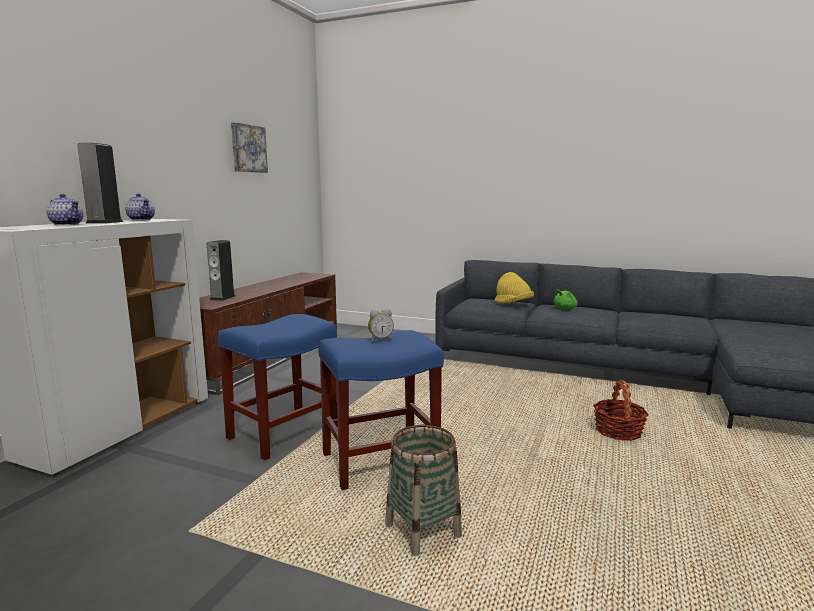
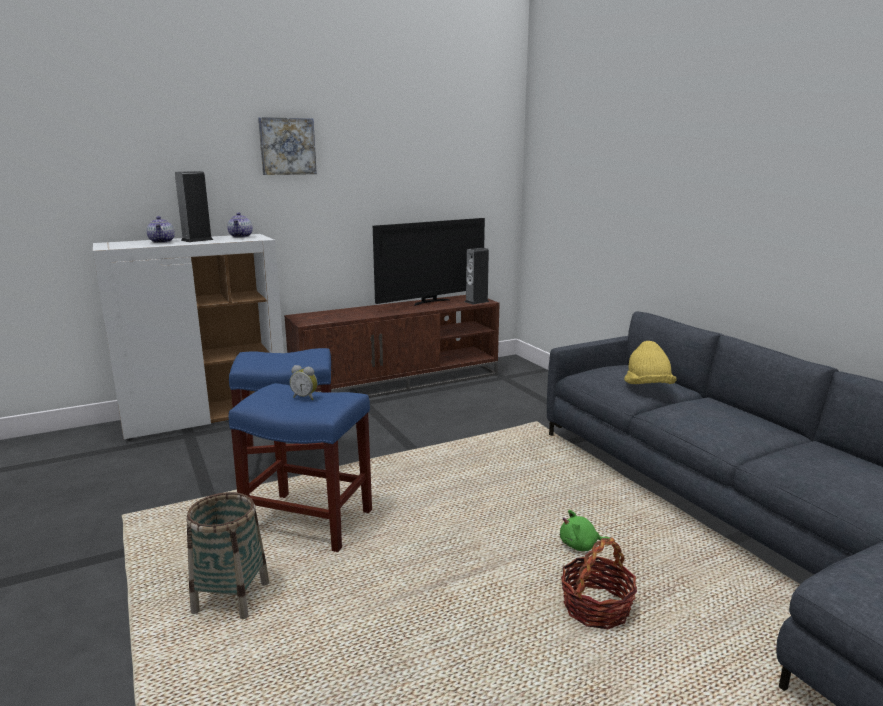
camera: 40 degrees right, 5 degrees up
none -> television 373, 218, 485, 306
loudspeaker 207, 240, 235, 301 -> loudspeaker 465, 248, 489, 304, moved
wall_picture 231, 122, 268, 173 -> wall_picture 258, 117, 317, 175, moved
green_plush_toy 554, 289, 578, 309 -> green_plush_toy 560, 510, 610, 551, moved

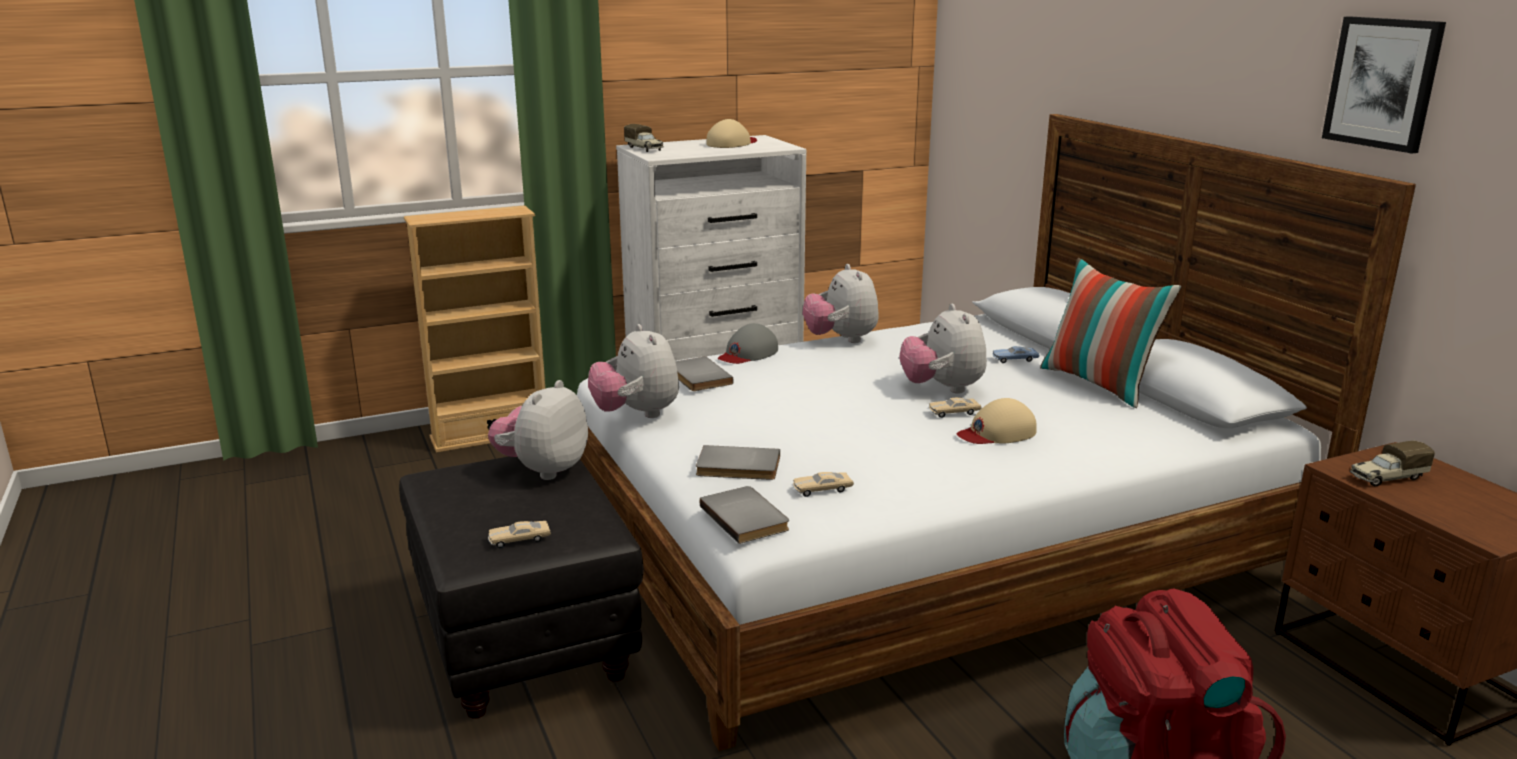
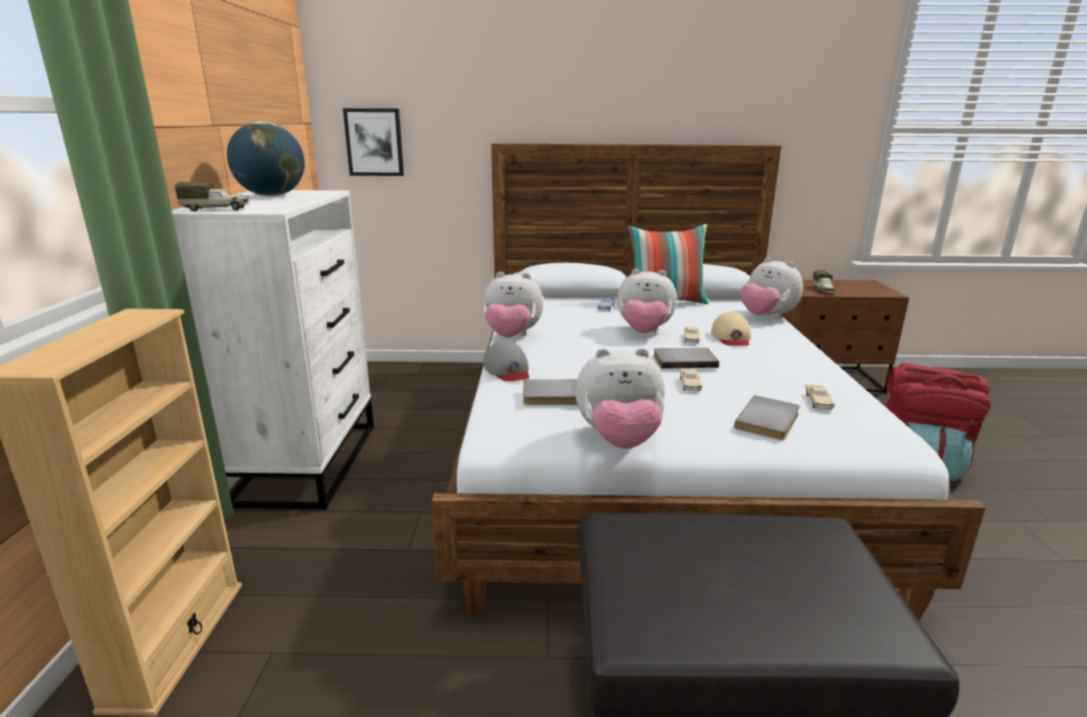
camera: 65 degrees left, 0 degrees up
plush_toy 488, 380, 588, 480 -> plush_toy 740, 257, 803, 318, moved
sand-coloured_miniature_car 488, 521, 551, 548 -> sand-coloured_miniature_car 680, 368, 702, 391, moved
greyish_bound_book 699, 486, 789, 544 -> greyish_bound_book 653, 348, 719, 369, moved
wall_picture 1322, 16, 1446, 153 -> wall_picture 343, 108, 404, 176, moved
sand-coloured_cap 706, 119, 757, 148 -> desk_globe 227, 122, 305, 196

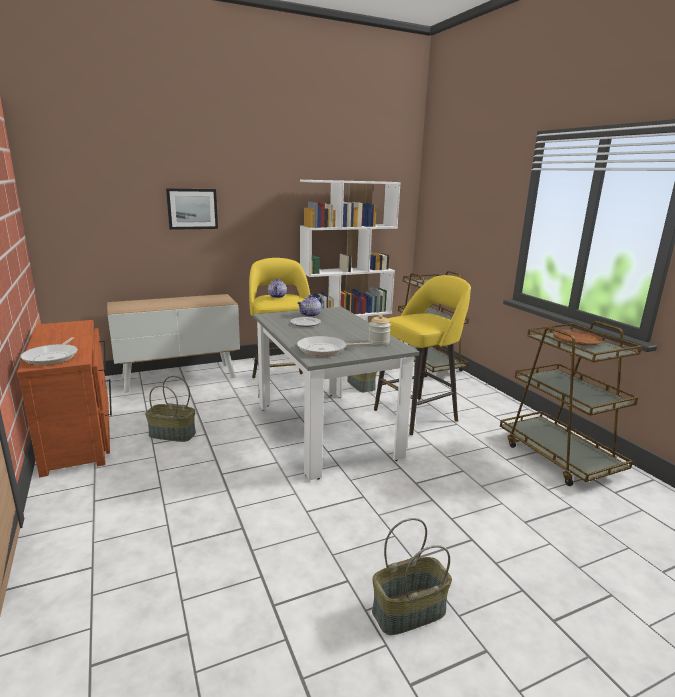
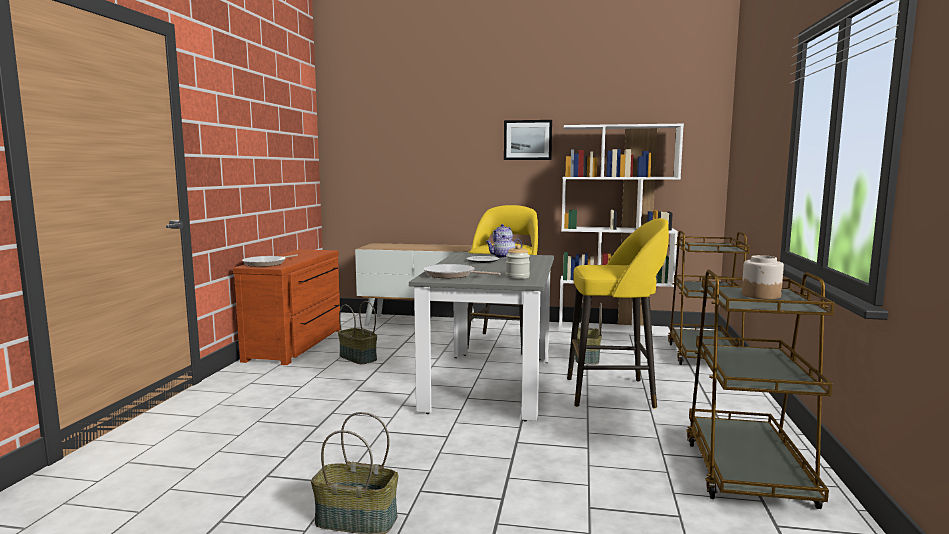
camera: 35 degrees right, 10 degrees down
wall_picture 166, 188, 218, 230 -> wall_picture 504, 120, 552, 160, moved
brown_plate 553, 329, 603, 345 -> storage_jar 742, 255, 784, 299

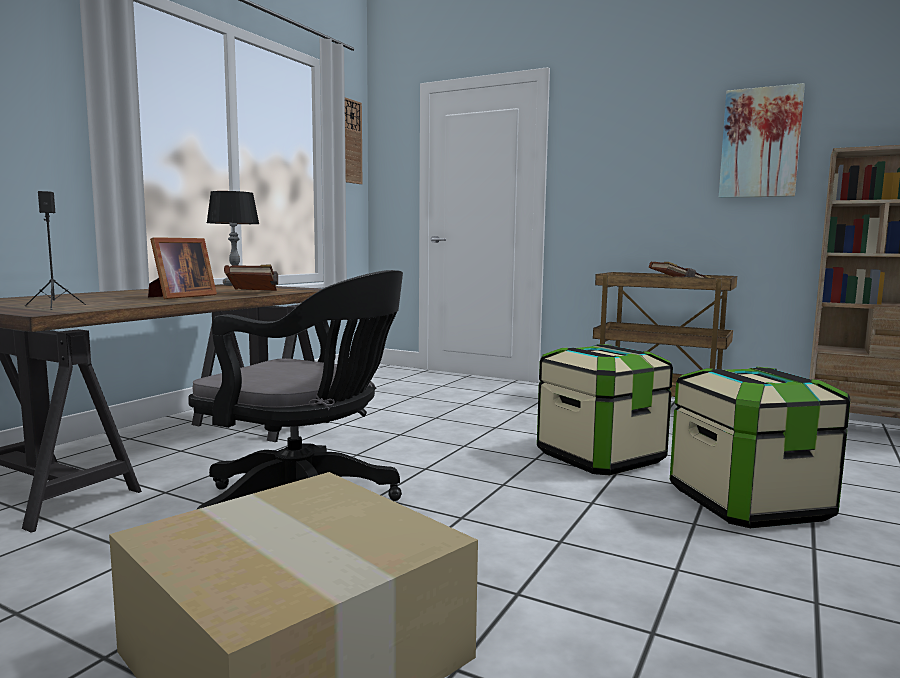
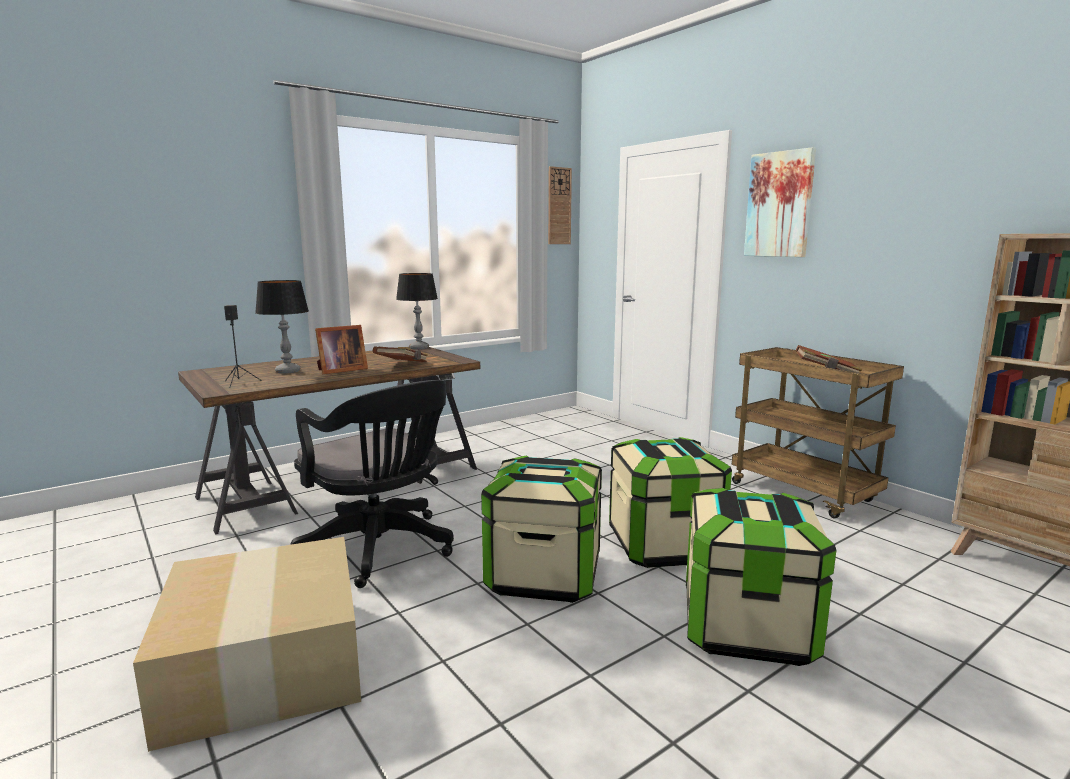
camera: 25 degrees right, 5 degrees up
none -> table_lamp 255, 280, 309, 374
none -> storage_container 481, 456, 602, 603
wall_picture 719, 83, 805, 198 -> wall_picture 744, 147, 816, 257, moved

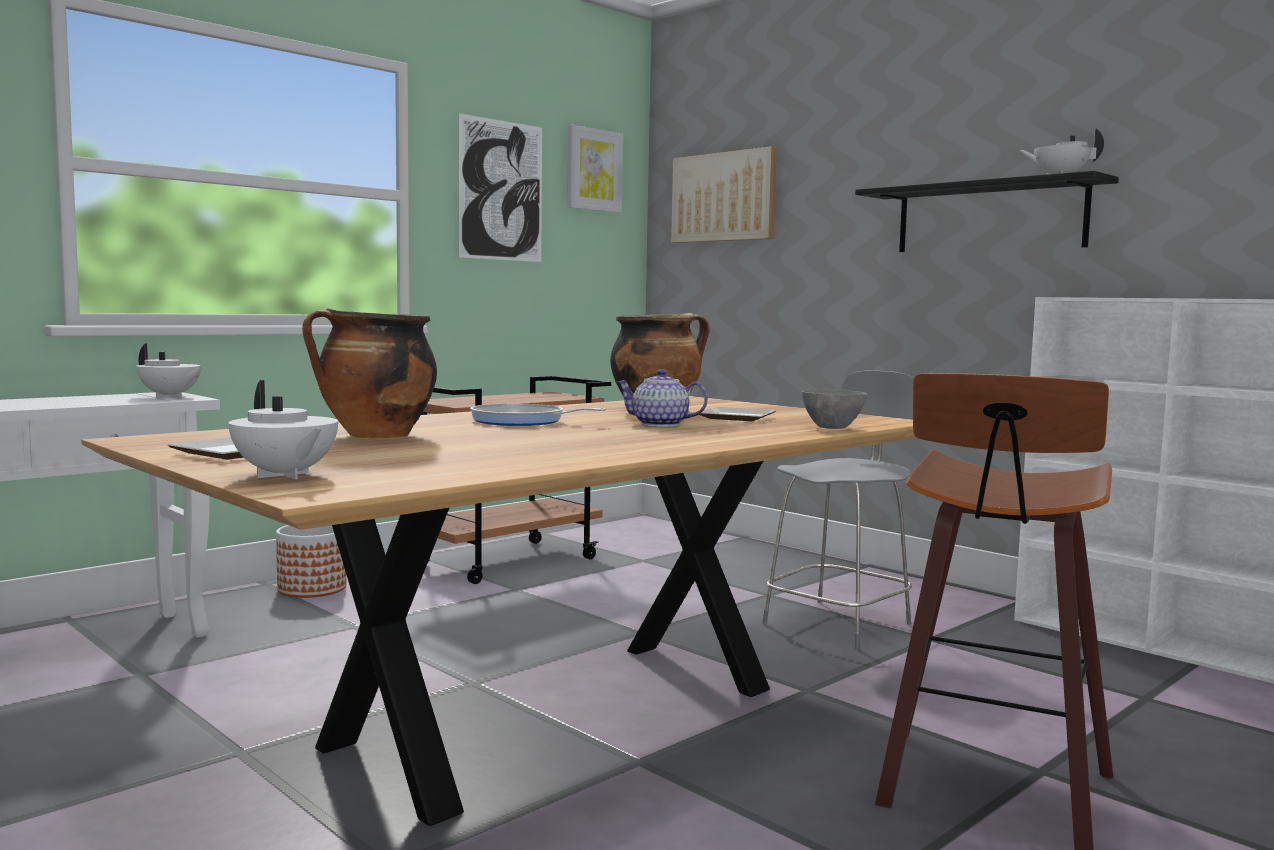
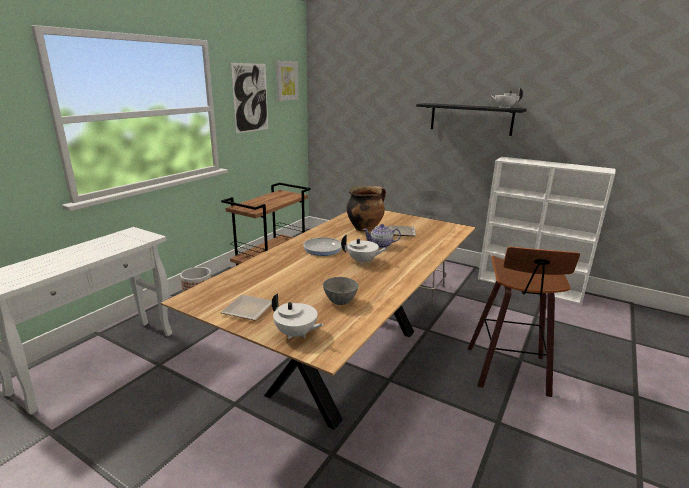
camera: 15 degrees left, 15 degrees up
saucepot 302, 308, 437, 438 -> none
wall_picture 671, 146, 777, 243 -> none
whitish_pot_for_tea 136, 343, 203, 398 -> whitish_pot_for_tea 341, 234, 388, 265, moved
greyish_deep_dish 801, 389, 867, 429 -> greyish_deep_dish 323, 277, 359, 305, moved

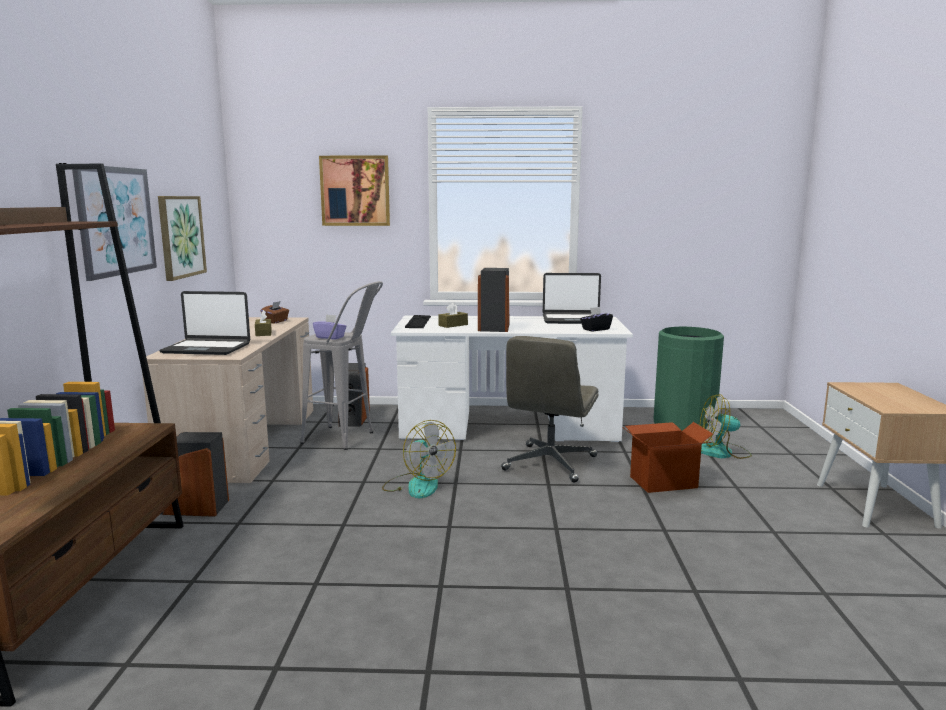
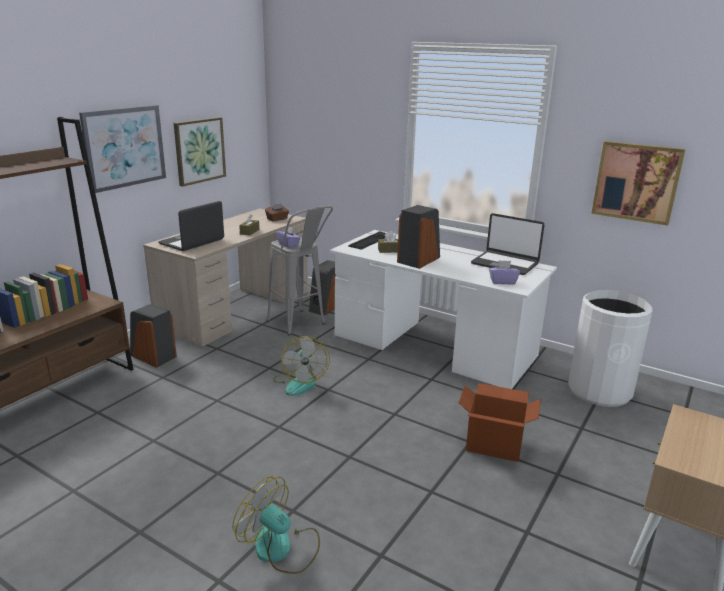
camera: 30 degrees right, 10 degrees up
greyish_desk_chair 501, 336, 599, 483 -> none
wall_picture 319, 156, 390, 226 -> wall_picture 591, 141, 685, 226, moved
electric_fan 700, 394, 752, 459 -> electric_fan 232, 476, 320, 574, moved
black-coloured_tissue_holder 580, 307, 613, 331 -> purple-coloured_tissue_holder 489, 260, 520, 284
green_trash_can 654, 327, 724, 432 -> whitish_trash_can 568, 290, 652, 407
notebook_computer 159, 291, 250, 355 -> notebook_computer 158, 201, 224, 251, 90 degrees clockwise

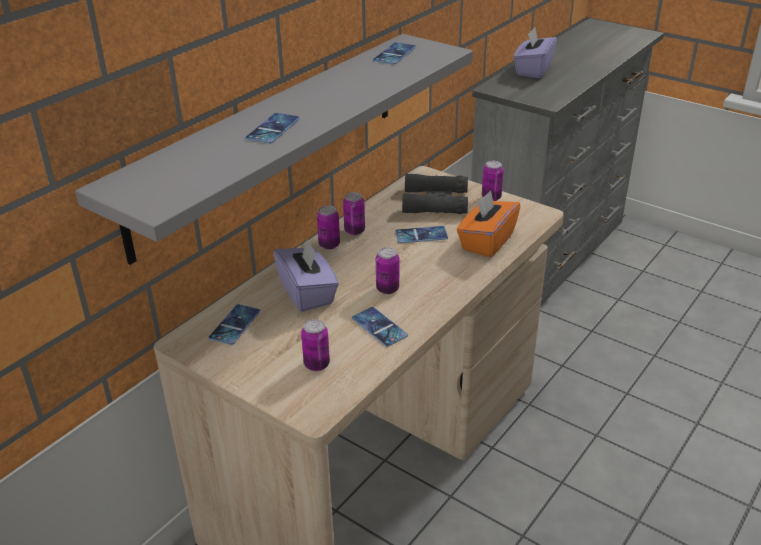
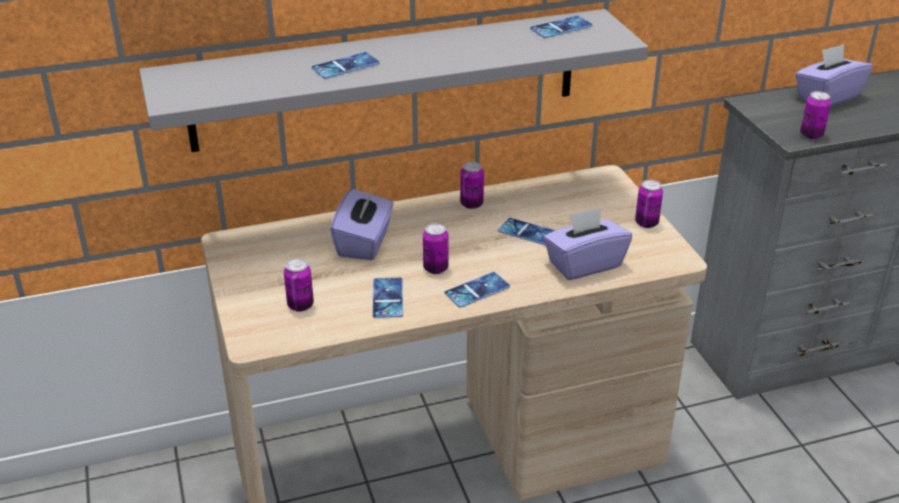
camera: 35 degrees right, 0 degrees up
black-coloured_pair_of_binoculars 402, 174, 468, 214 -> none
phone 209, 304, 260, 345 -> phone 445, 272, 510, 308, moved
metal_can 317, 206, 340, 250 -> metal_can 800, 91, 831, 139, moved
orange-coloured_tissue_holder 457, 190, 520, 257 -> purple-coloured_tissue_holder 543, 207, 632, 280

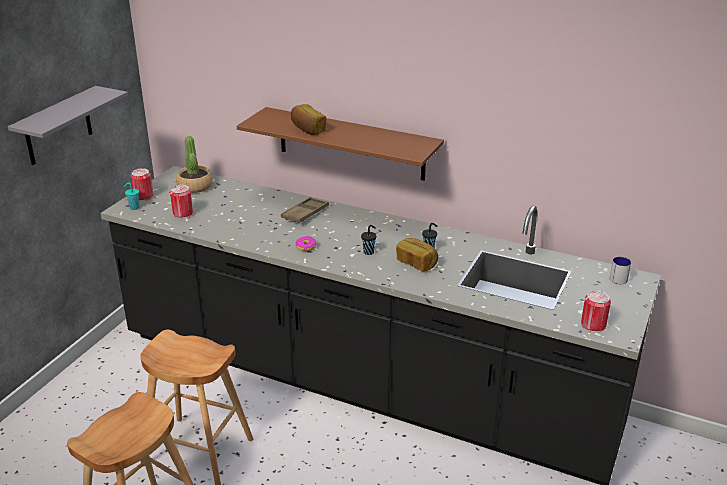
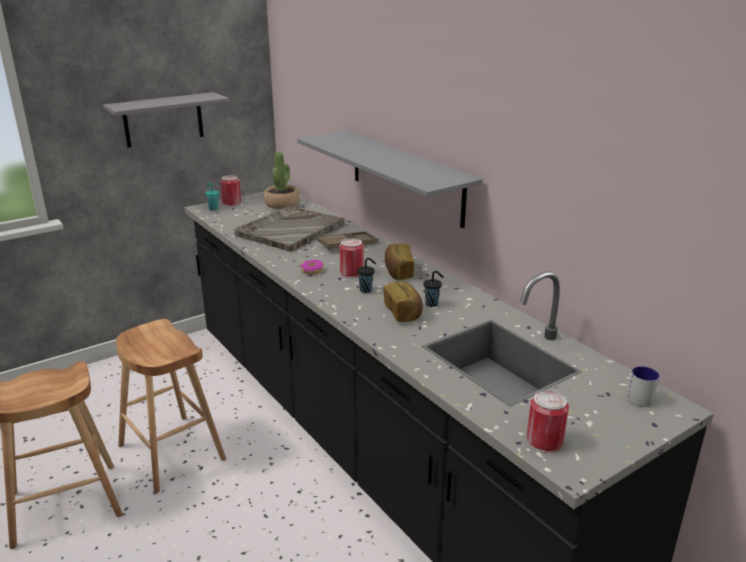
camera: 30 degrees right, 5 degrees down
none -> greyish_tray 234, 206, 345, 252
metal_can 170, 185, 193, 219 -> metal_can 340, 238, 364, 278, moved
baked_bread 291, 104, 326, 135 -> baked_bread 385, 243, 414, 280, moved
brown_shelf 237, 107, 444, 181 -> greyish_shelf 297, 131, 483, 228

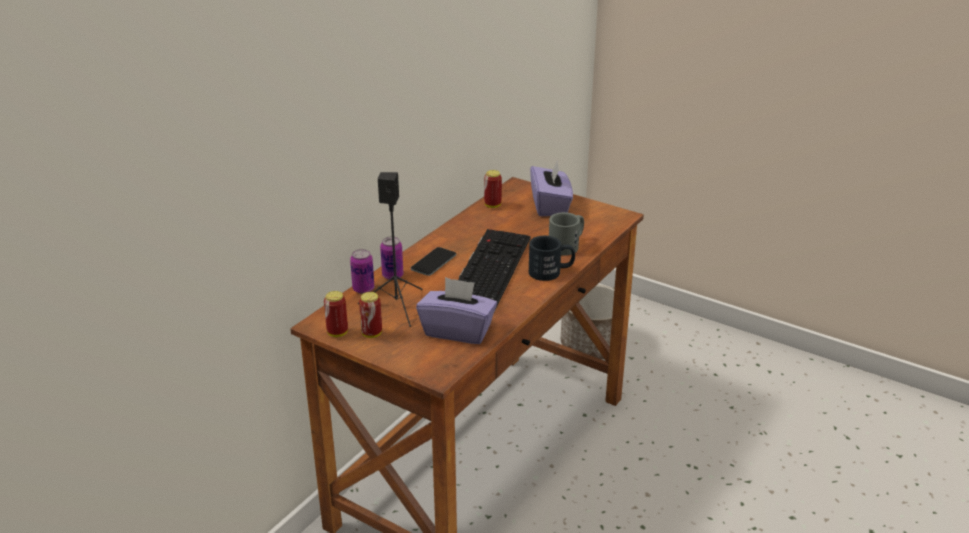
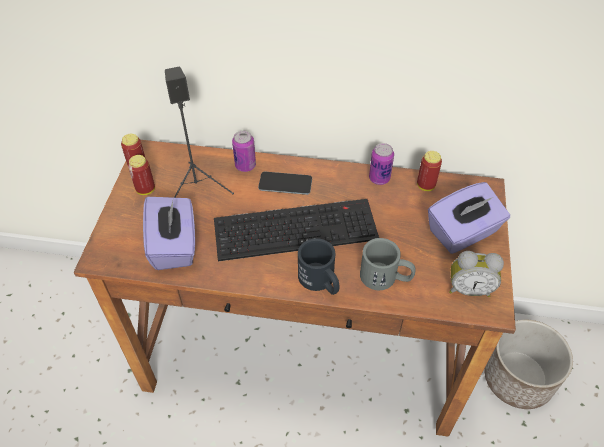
camera: 65 degrees right, 20 degrees up
none -> alarm_clock 449, 251, 504, 297
metal_can 350, 249, 374, 294 -> metal_can 369, 143, 394, 185, moved

